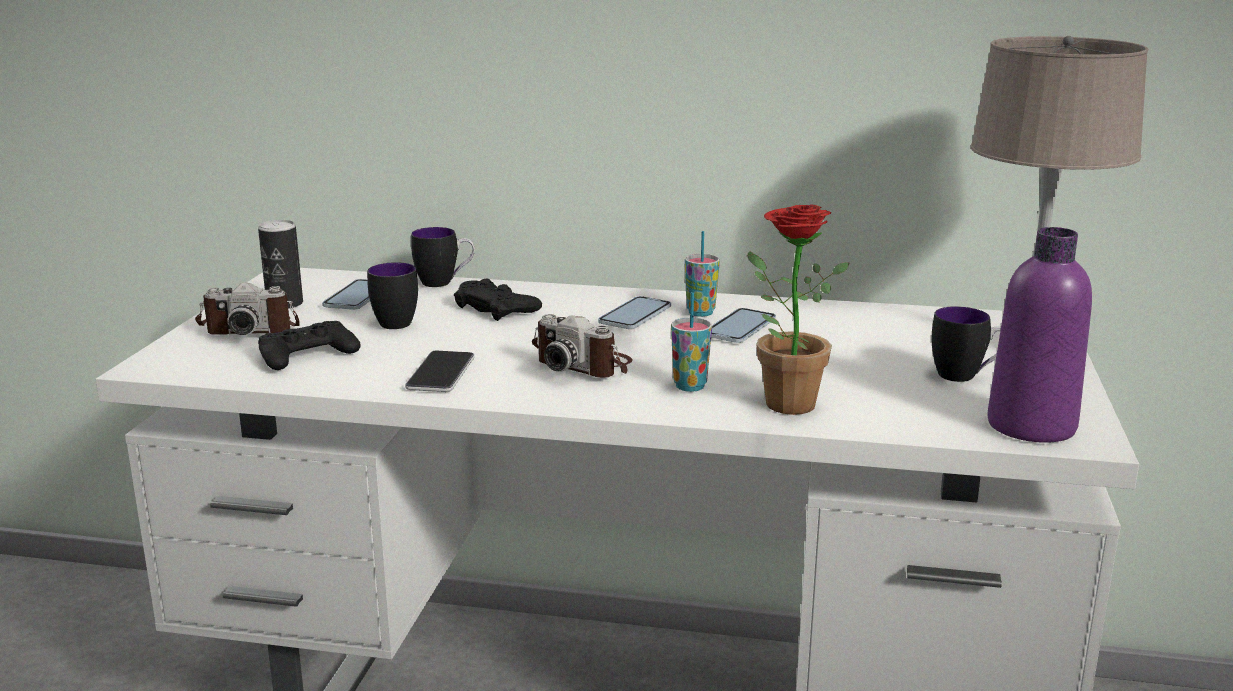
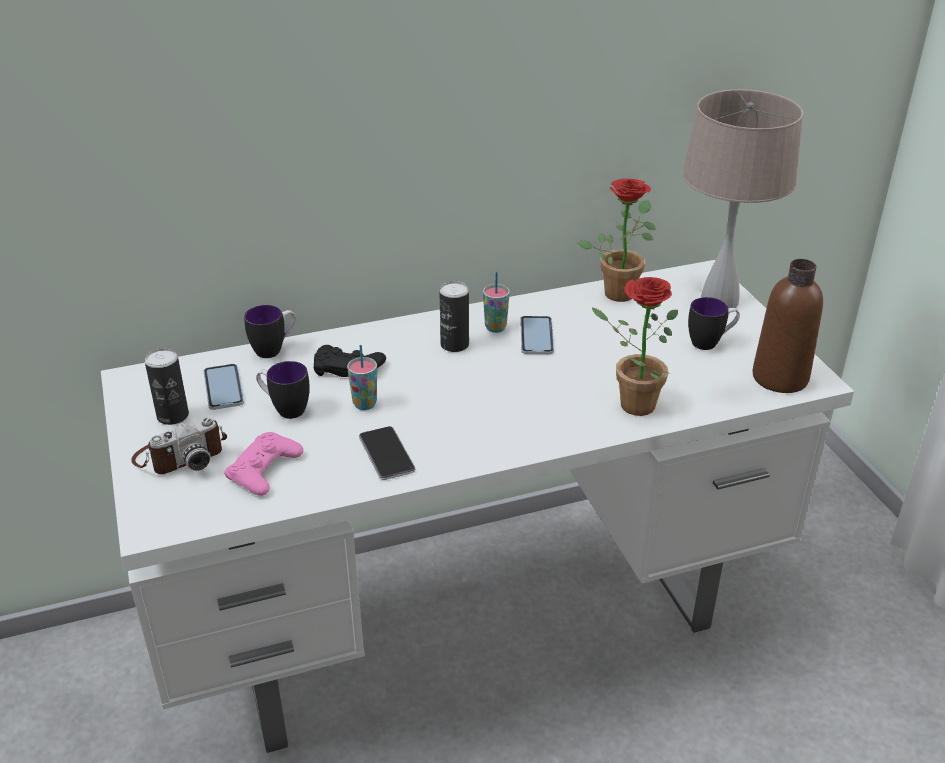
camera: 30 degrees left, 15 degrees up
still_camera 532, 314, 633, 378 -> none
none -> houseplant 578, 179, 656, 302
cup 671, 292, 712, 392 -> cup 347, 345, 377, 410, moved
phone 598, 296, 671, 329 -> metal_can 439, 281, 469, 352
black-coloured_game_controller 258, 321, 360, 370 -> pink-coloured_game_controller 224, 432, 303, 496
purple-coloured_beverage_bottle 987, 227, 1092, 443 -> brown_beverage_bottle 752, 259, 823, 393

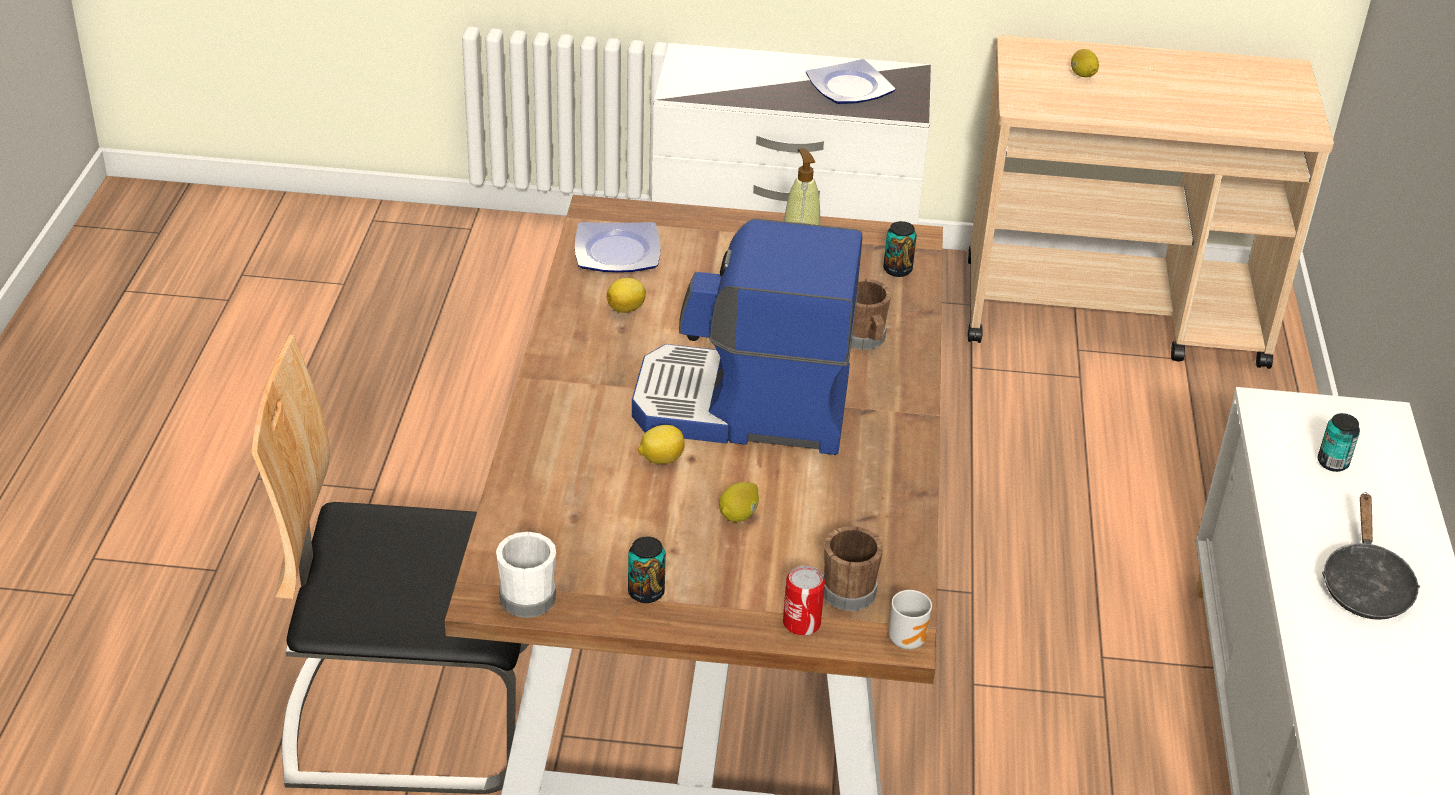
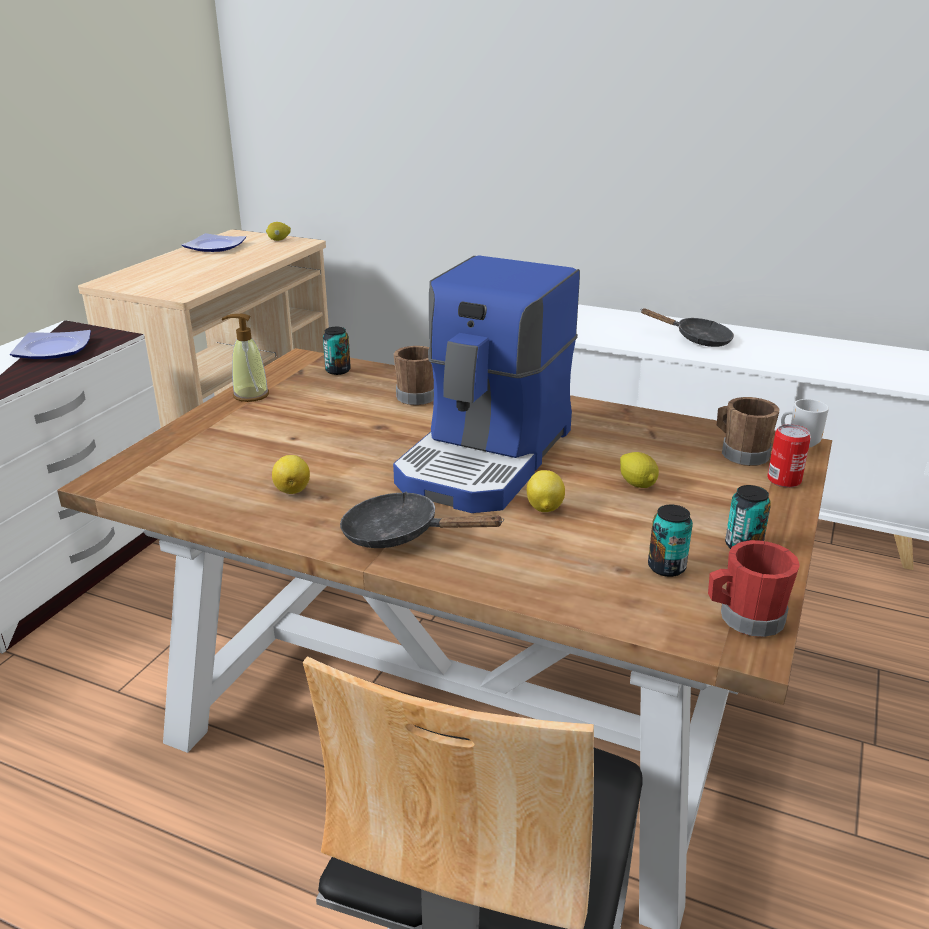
camera: 70 degrees left, 10 degrees down
none -> black-coloured_pan 340, 492, 504, 548
plate 575, 222, 660, 272 -> plate 182, 233, 246, 252, moved
citrus_fruit 1071, 49, 1099, 77 -> citrus_fruit 266, 222, 291, 241, moved
metal_can 1317, 413, 1360, 472 -> metal_can 648, 505, 693, 577, moved
whitish_coffee_mug 496, 532, 556, 618 -> reddish_coffee_mug 708, 540, 800, 637

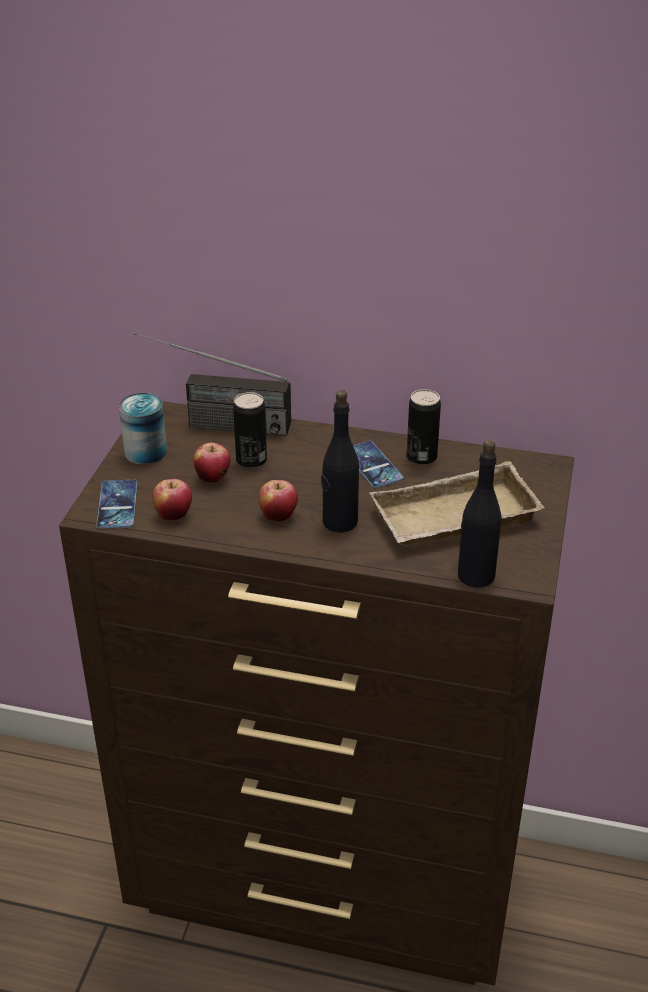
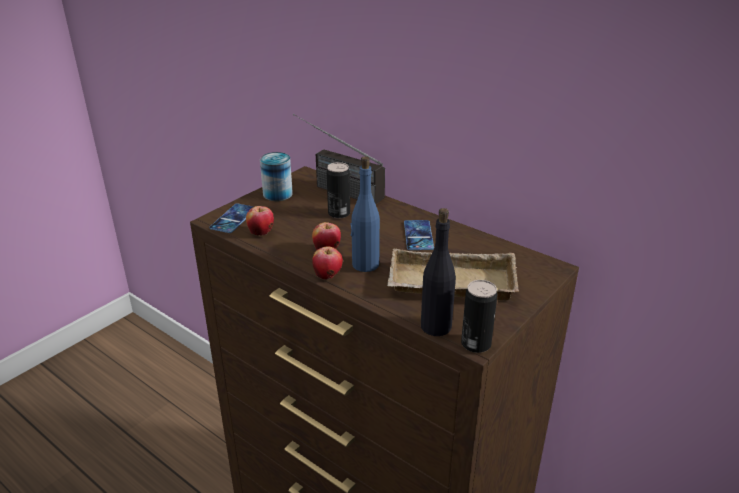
camera: 25 degrees right, 5 degrees down
whole_apple 194, 443, 230, 483 -> whole_apple 312, 246, 343, 280, moved
metal_can 407, 389, 441, 465 -> metal_can 461, 280, 497, 353, moved
black-coloured_beverage_bottle 321, 390, 359, 533 -> blue_beverage_bottle 350, 156, 380, 272

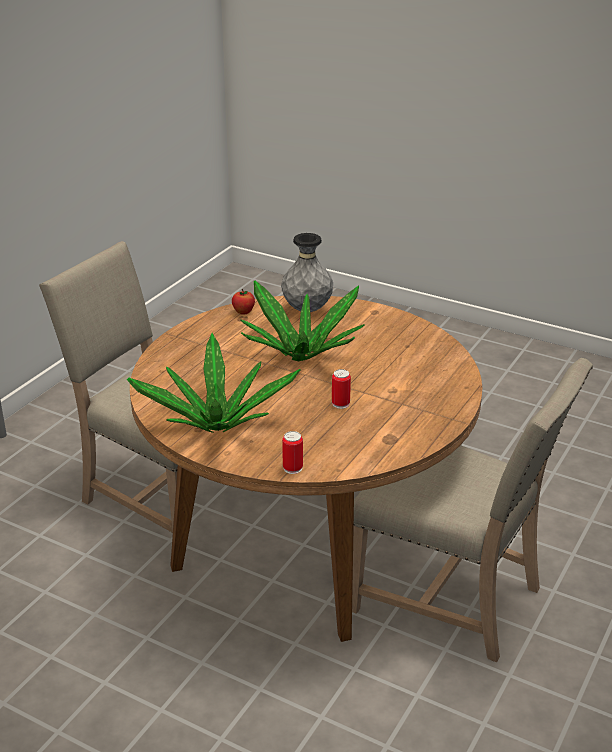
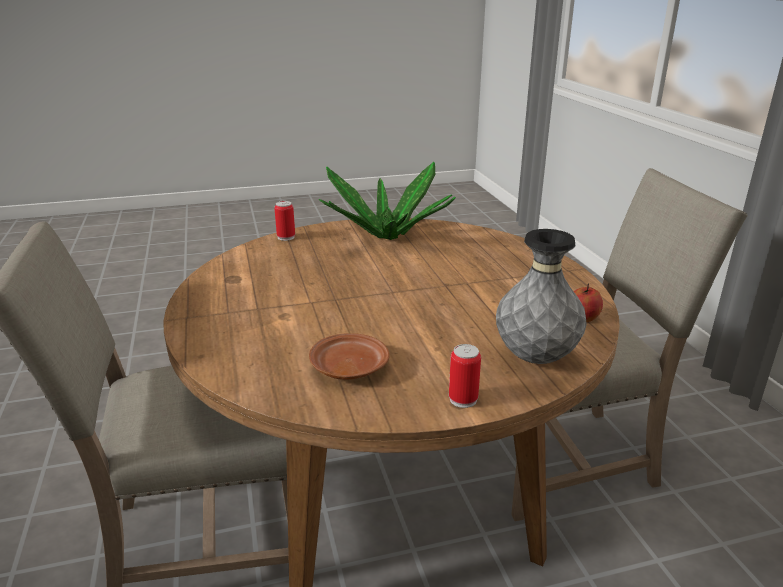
camera: 135 degrees right, 5 degrees down
houseplant 240, 281, 365, 361 -> none
none -> brown_plate 309, 333, 390, 380
metal_can 332, 369, 351, 409 -> metal_can 449, 344, 481, 408, moved

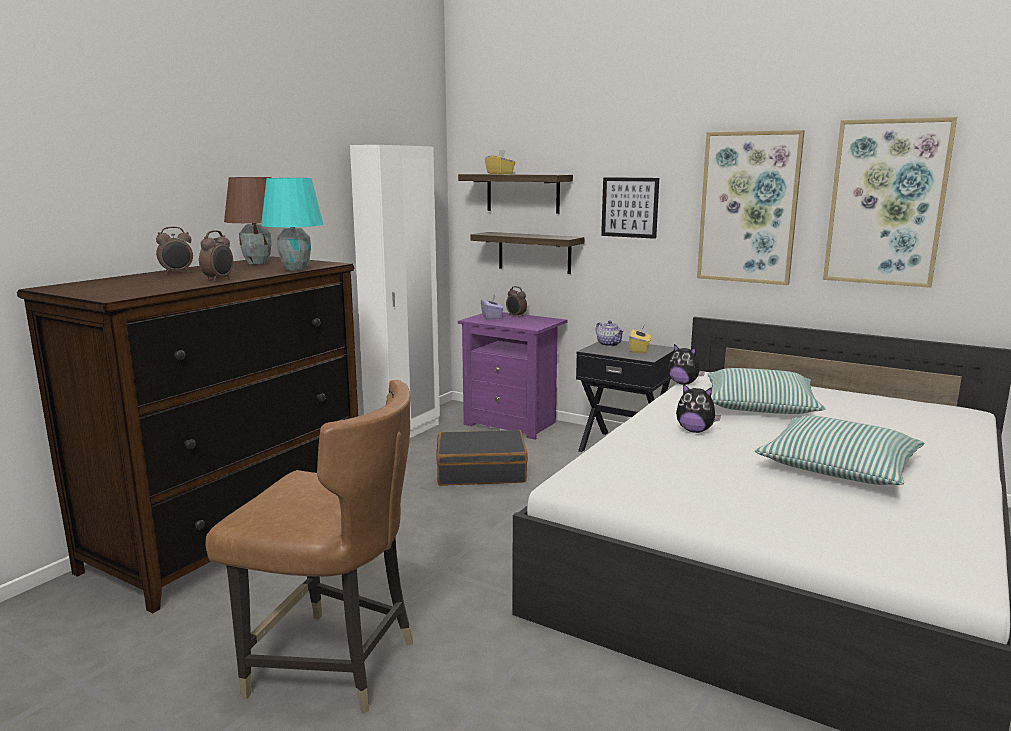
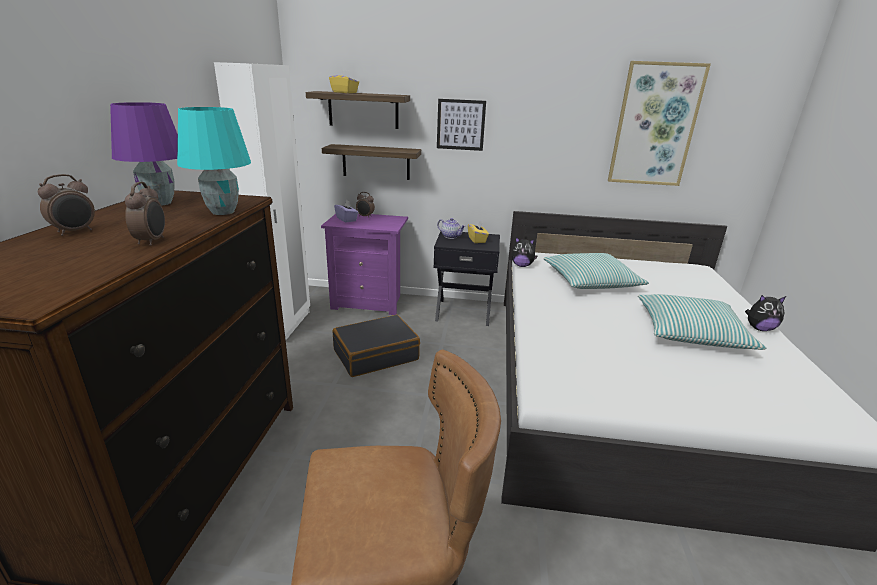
camera: 25 degrees left, 10 degrees up
wall_picture 697, 130, 805, 285 -> none
plush_toy 676, 383, 721, 433 -> plush_toy 745, 295, 786, 331, moved
brown_table_lamp 224, 177, 272, 264 -> purple-coloured_table_lamp 110, 102, 178, 206

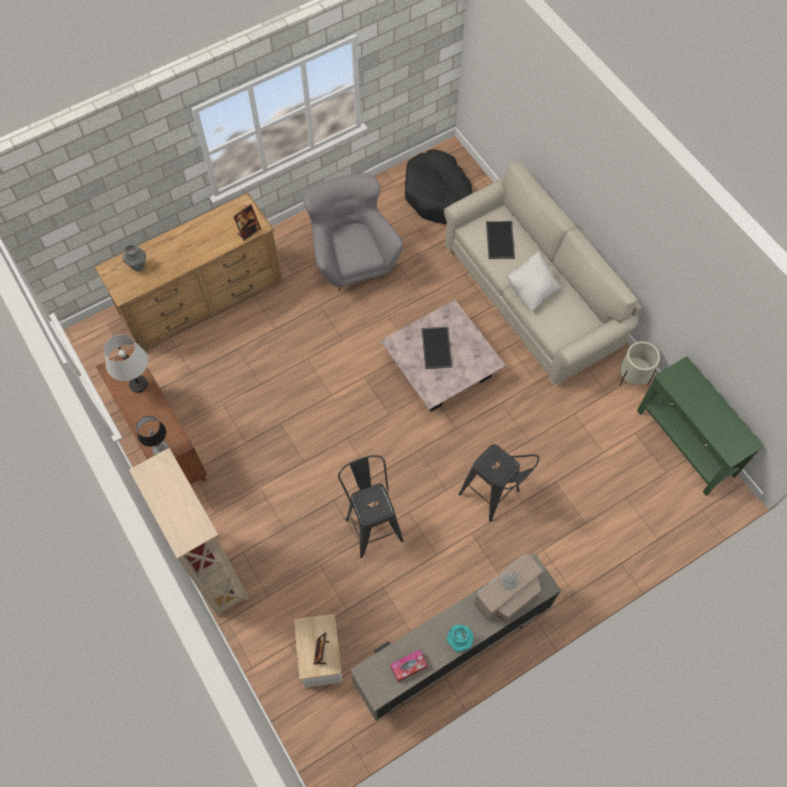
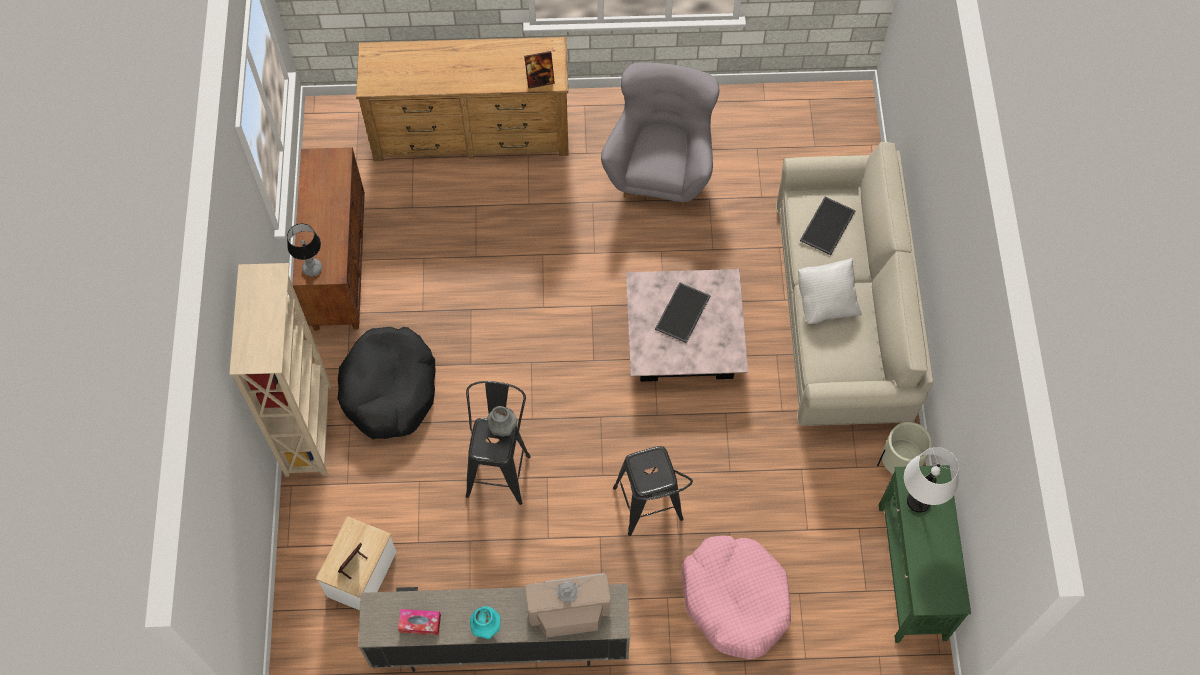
camera: 30 degrees right, 0 degrees up
none -> pink-coloured_dog_bed 682, 536, 791, 660
whitish_table_lamp 104, 335, 148, 393 -> whitish_table_lamp 904, 447, 959, 513, moved
greyish_vase 123, 244, 146, 271 -> greyish_vase 487, 406, 517, 437, moved
black-coloured_dog_bed 405, 150, 472, 224 -> black-coloured_dog_bed 338, 327, 435, 439, moved

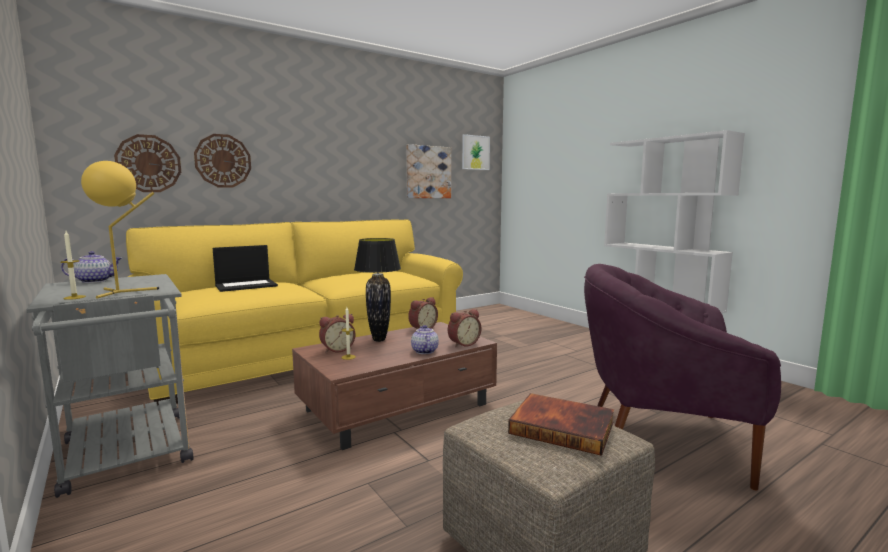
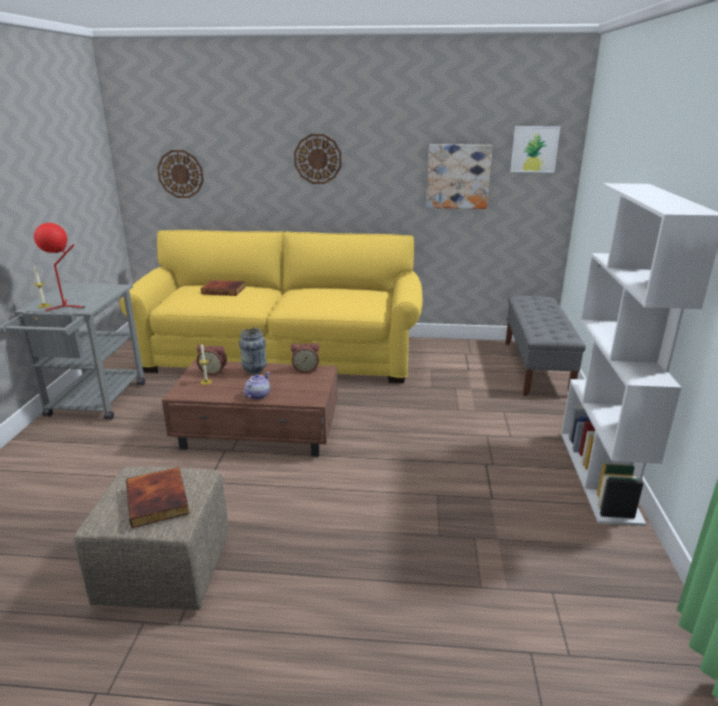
camera: 40 degrees right, 15 degrees up
pot_for_tea 61, 251, 122, 283 -> none
alarm_clock 448, 309, 481, 347 -> none
purple-coloured_armchair 584, 264, 781, 490 -> none
none -> greyish_bench 505, 296, 586, 396
wall_clock 194, 134, 251, 188 -> wall_clock 294, 134, 342, 184, moved
notebook_computer 213, 245, 278, 292 -> bound_book 201, 280, 246, 296
black-coloured_table_lamp 354, 238, 401, 342 -> vase 239, 327, 267, 375
yellow-coloured_table_lamp 81, 161, 159, 299 -> reddish_table_lamp 34, 223, 85, 311

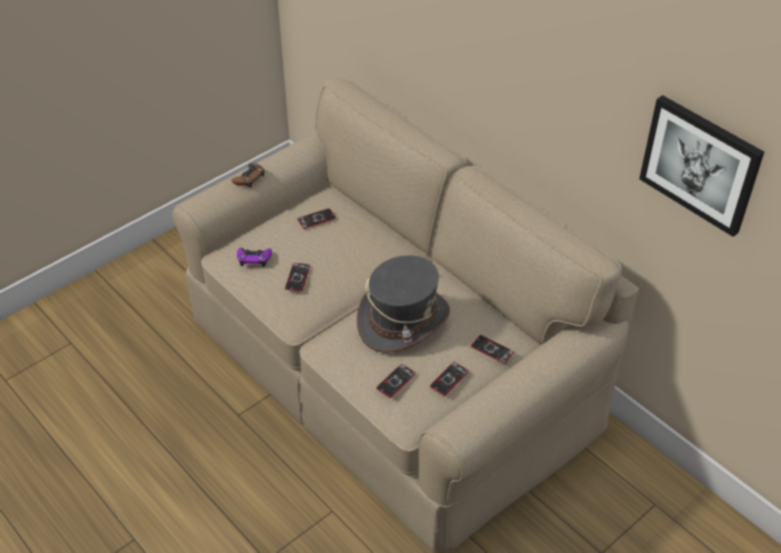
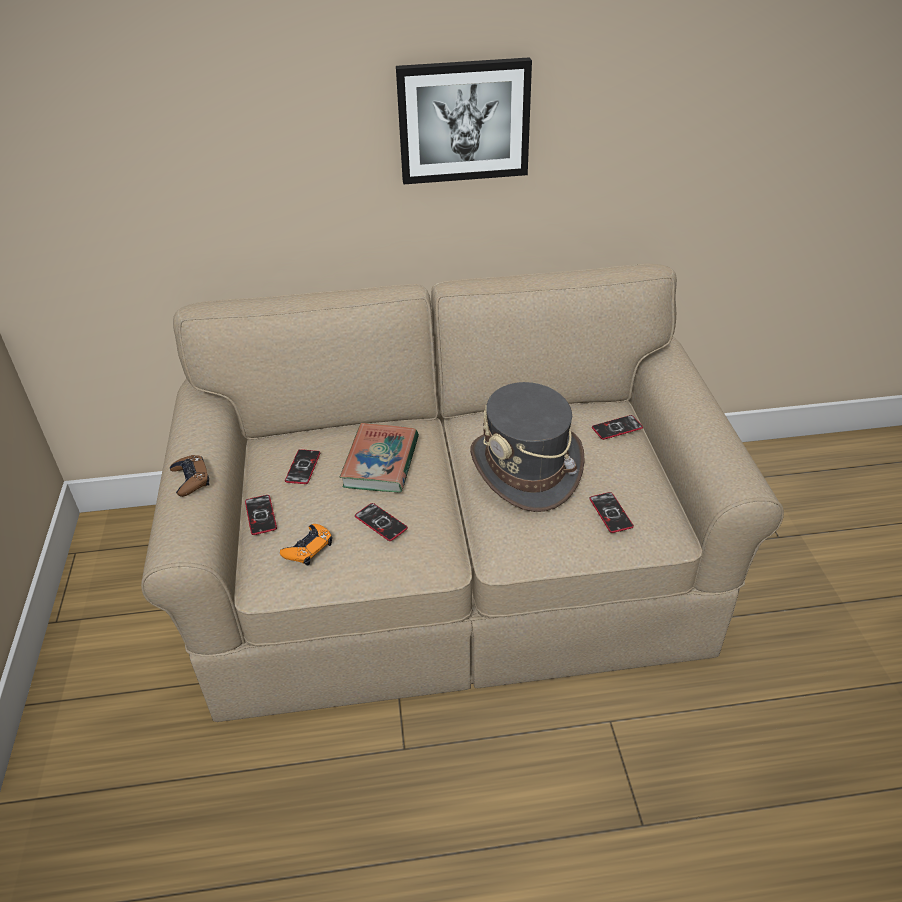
camera: 55 degrees left, 5 degrees down
none -> bound_book 340, 423, 419, 492
phone 430, 362, 469, 396 -> phone 245, 495, 277, 535, moved
wall_picture 639, 95, 764, 237 -> wall_picture 396, 57, 532, 184, moved
purple-coloured_game_controller 237, 248, 272, 267 -> orange-coloured_game_controller 280, 524, 332, 565

